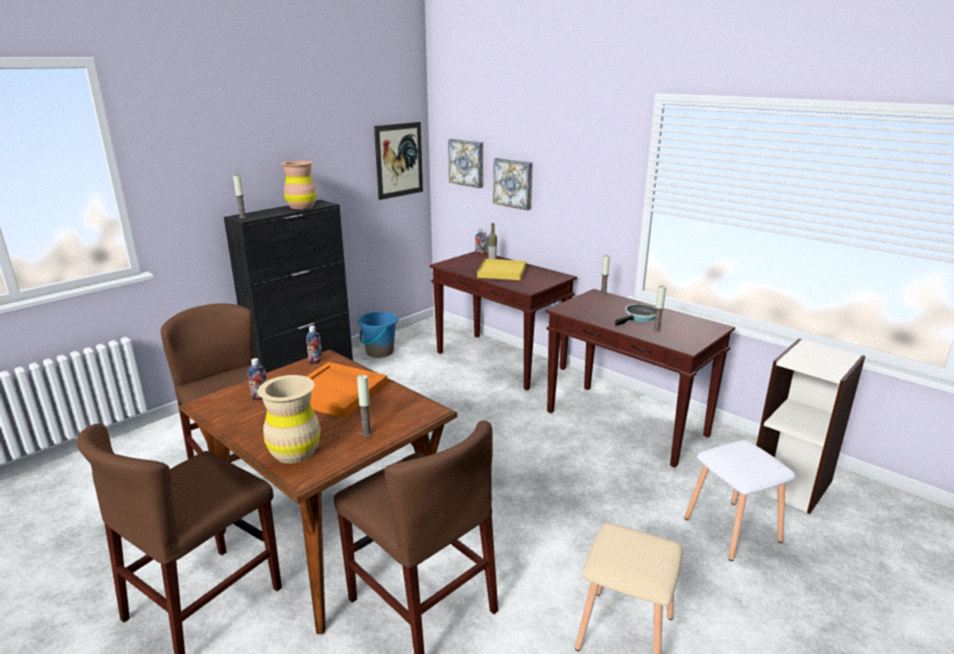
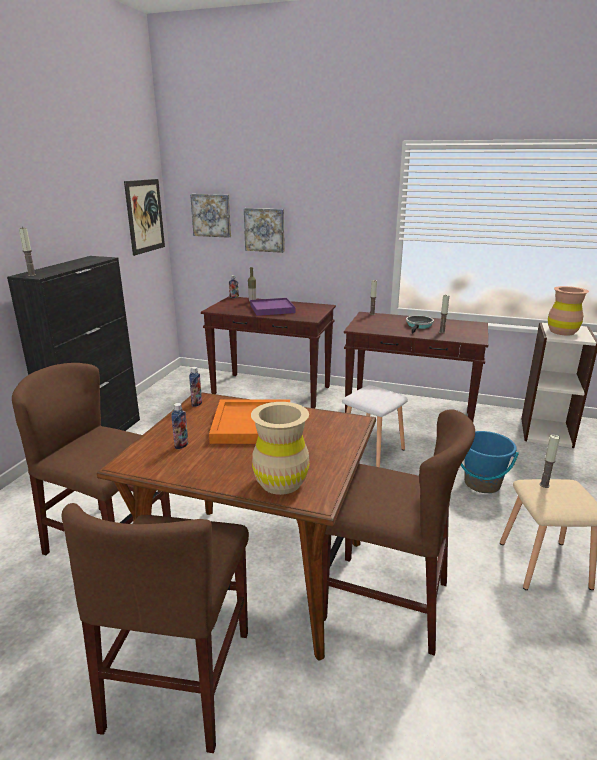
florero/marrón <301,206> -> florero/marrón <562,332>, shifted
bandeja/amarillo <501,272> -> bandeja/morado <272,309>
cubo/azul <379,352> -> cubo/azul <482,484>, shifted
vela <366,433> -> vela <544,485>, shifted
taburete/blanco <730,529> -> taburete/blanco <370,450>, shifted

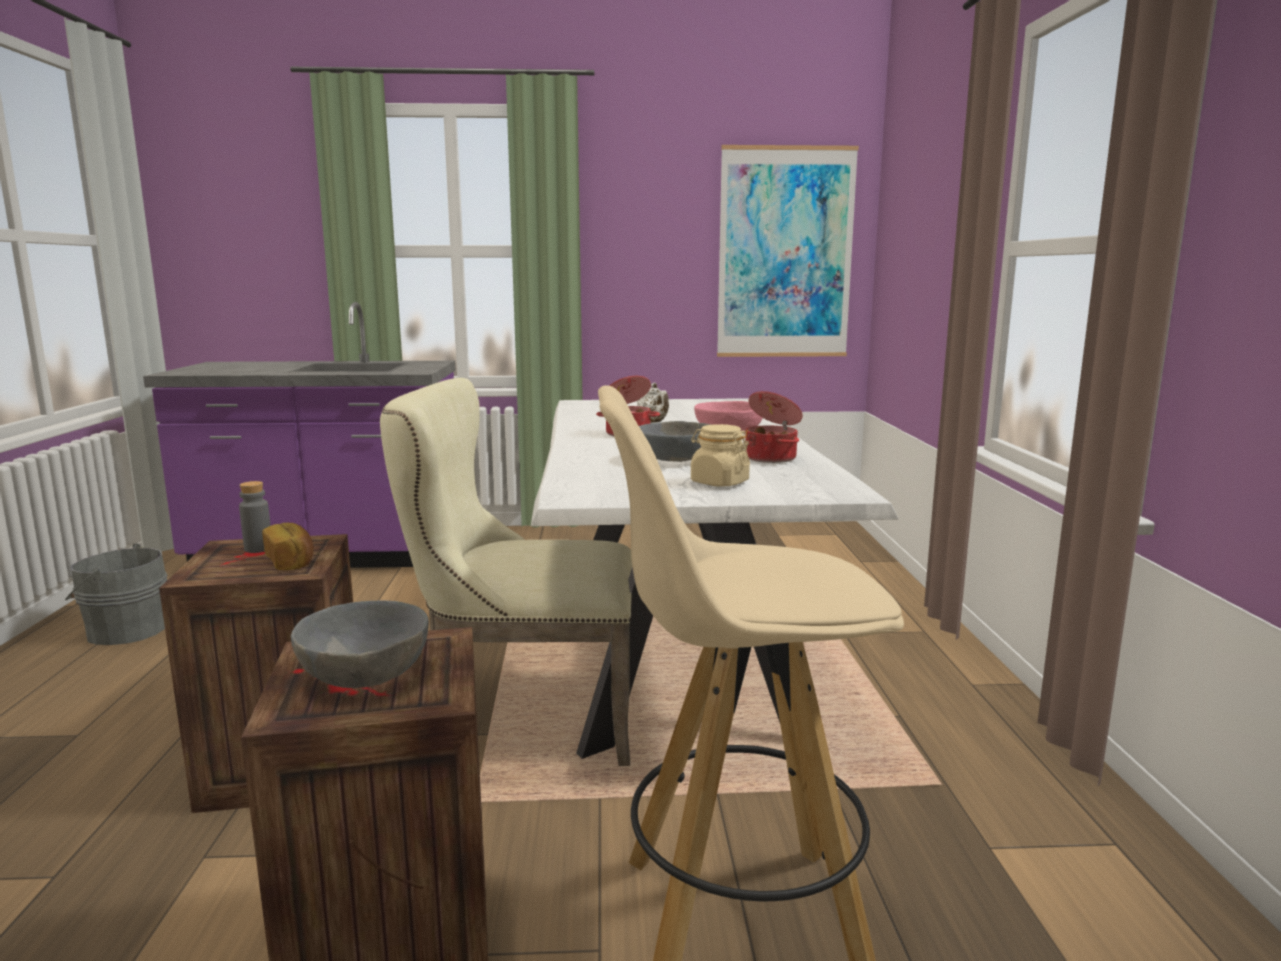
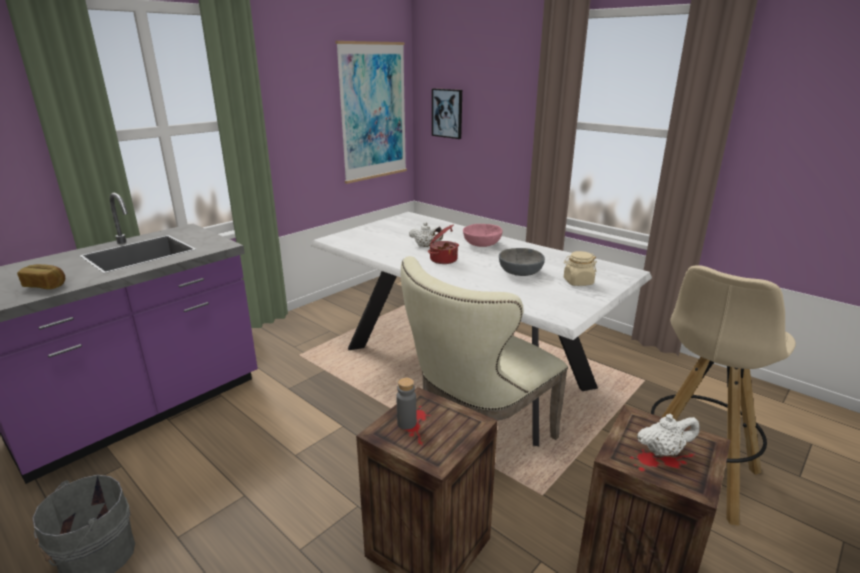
olla <771,458> -> none
pan <291,562> -> pan <46,285>, shifted
cuenco/gris <366,674> -> tetera/blanco <663,451>
none -> cuadro <447,113>

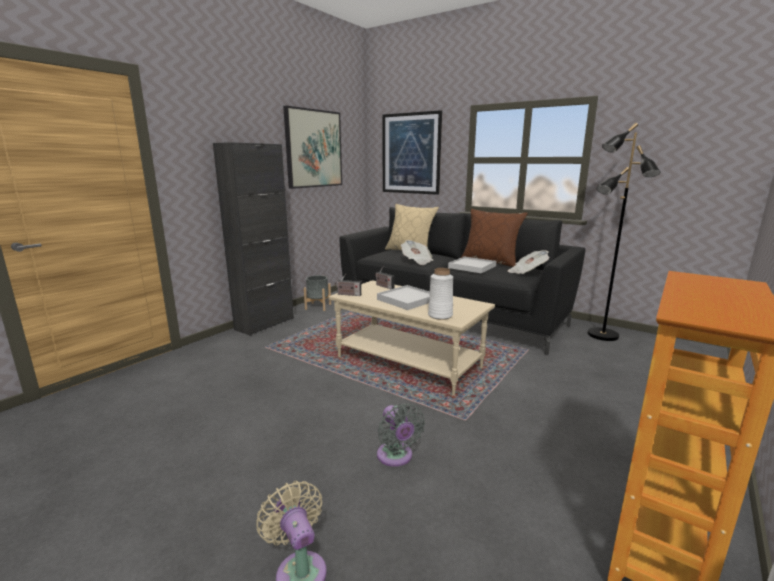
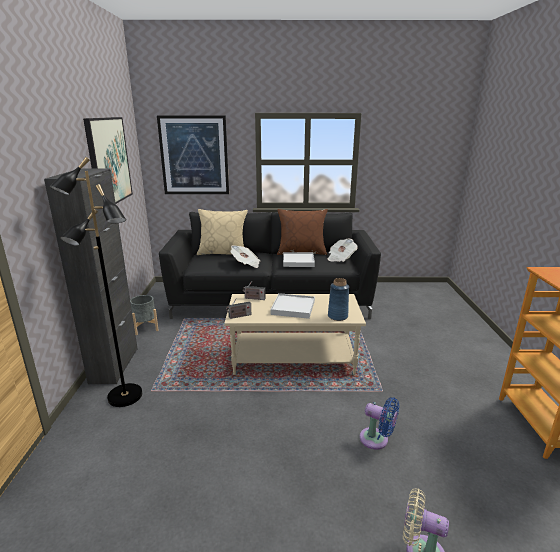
lámpara de pie/negro <602,335> -> lámpara de pie/negro <124,397>, shifted
florero/blanco <440,315> -> florero/azul <337,316>
ventilador/gris <396,457> -> ventilador/azul <377,440>

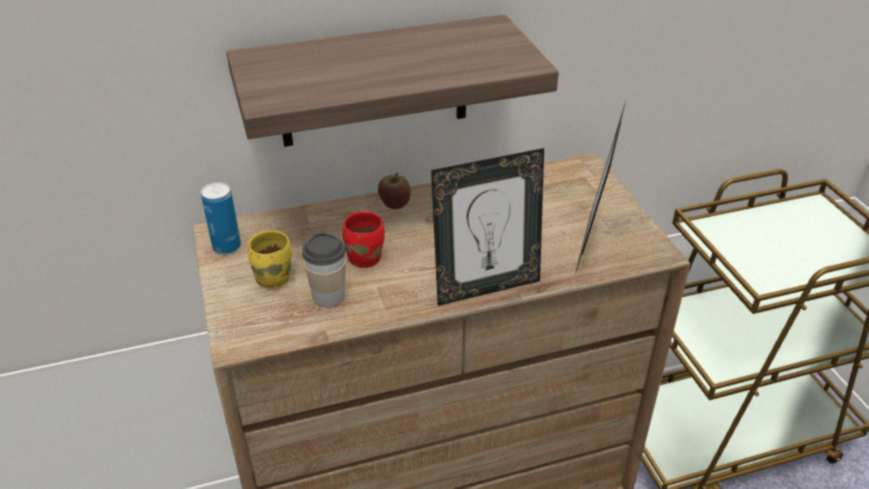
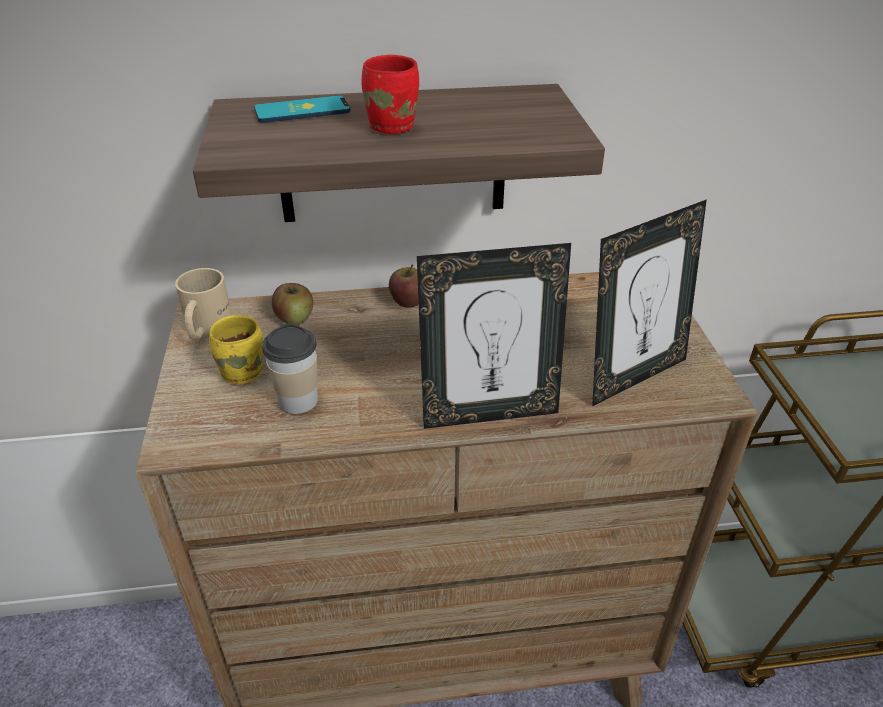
portarretratos <591,245> -> portarretratos <633,376>, 150 degrees counterclockwise
lata <226,246> -> taza grande/beis <205,330>
taza grande/rojo <366,257> -> taza grande/rojo <394,125>, shifted
none -> móvil <302,111>
none -> manzana <295,318>

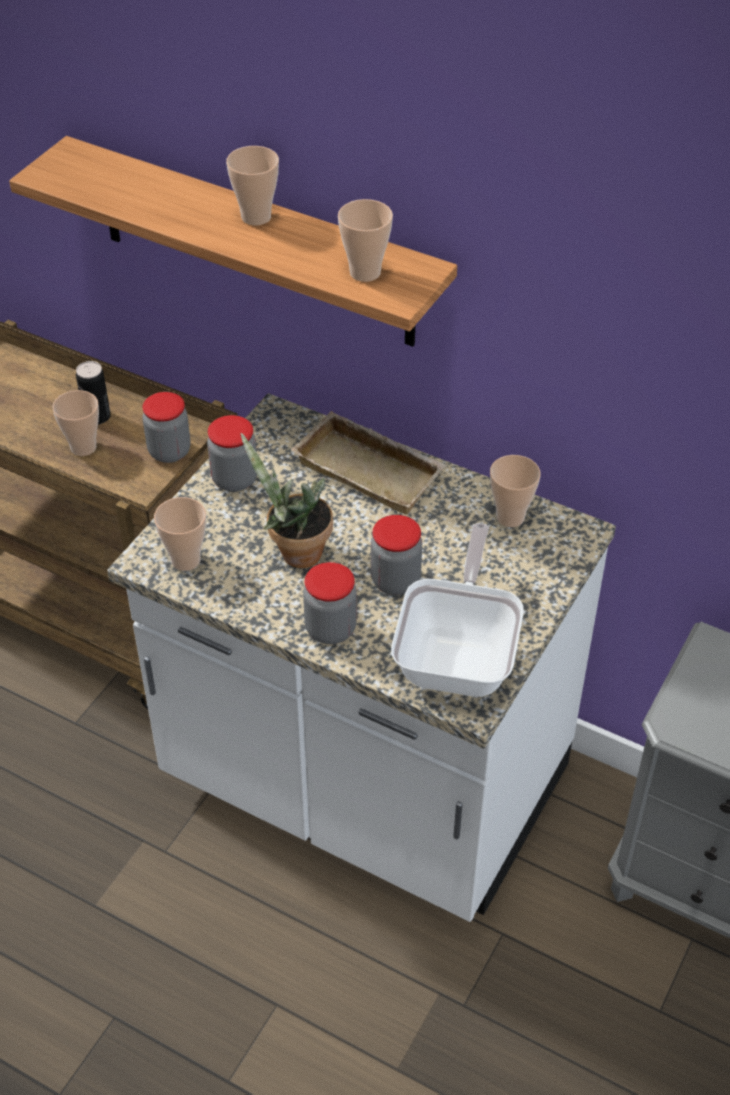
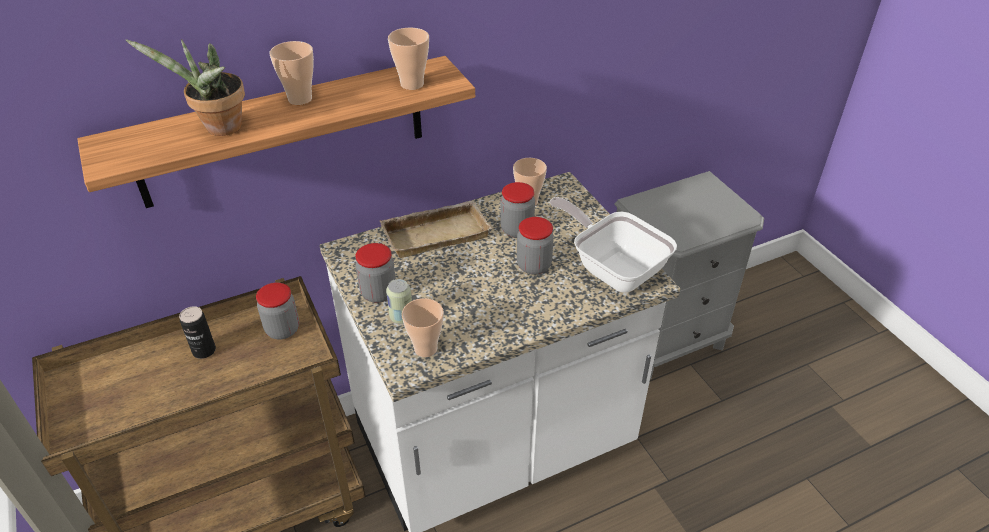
taza <83,447> -> none
planta en maceta <295,553> -> planta en maceta <219,129>, shifted
tarro <330,629> -> tarro <517,229>, shifted
none -> lata <401,317>

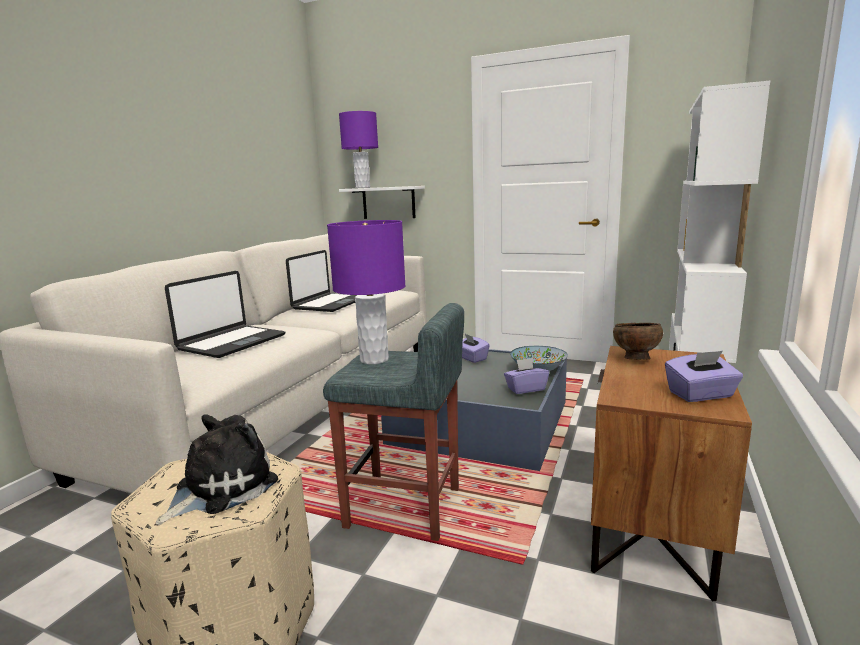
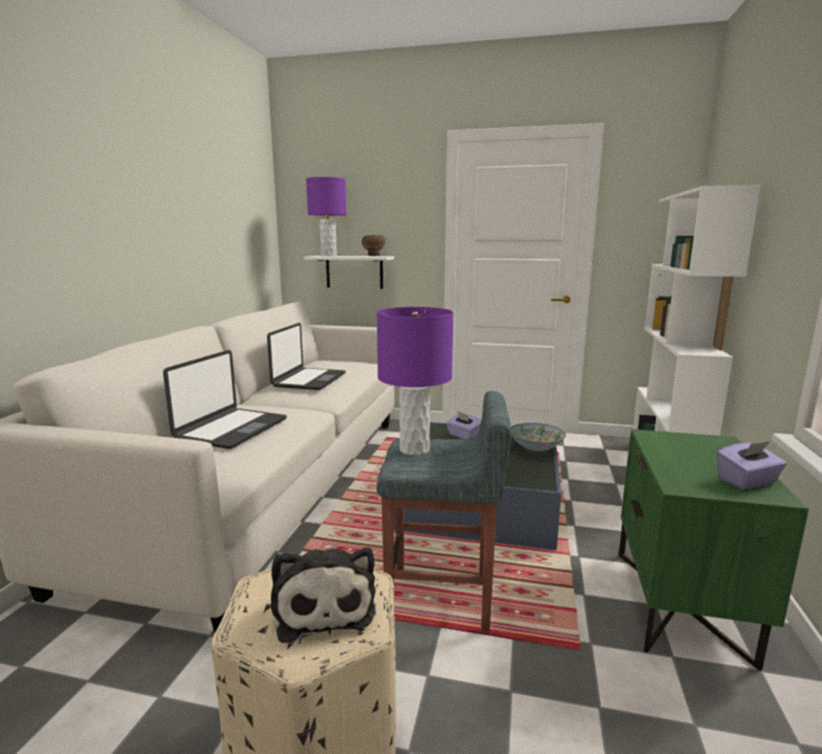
cuenco/marrón <635,359> -> cuenco/marrón <373,256>, shifted
mesita de noche/marrón <653,531> -> mesita de noche/verde <682,605>
caja de pañuelos/morado <525,389> -> none
peluche <220,487> -> peluche <323,606>, 135 degrees clockwise

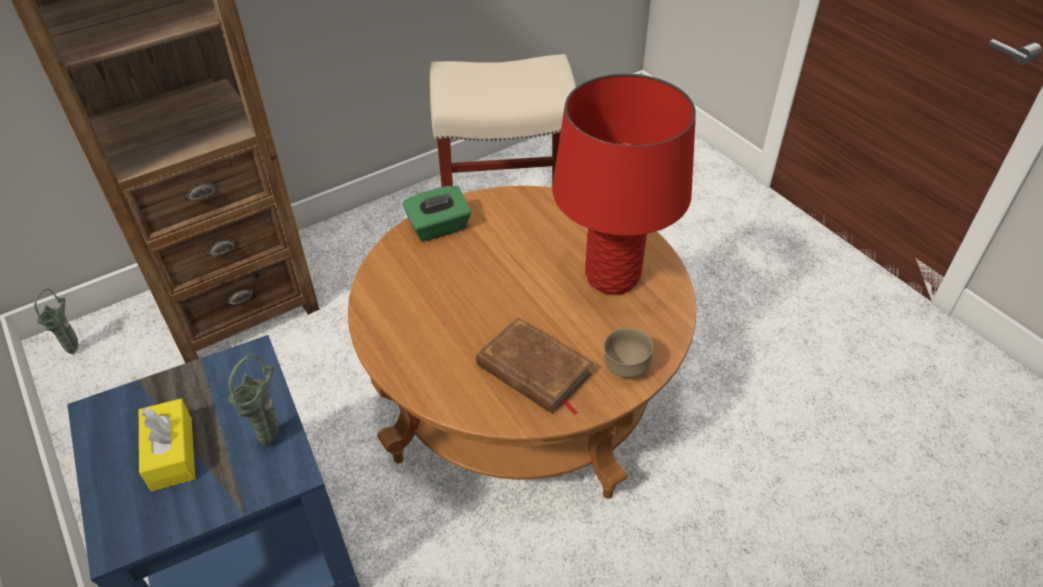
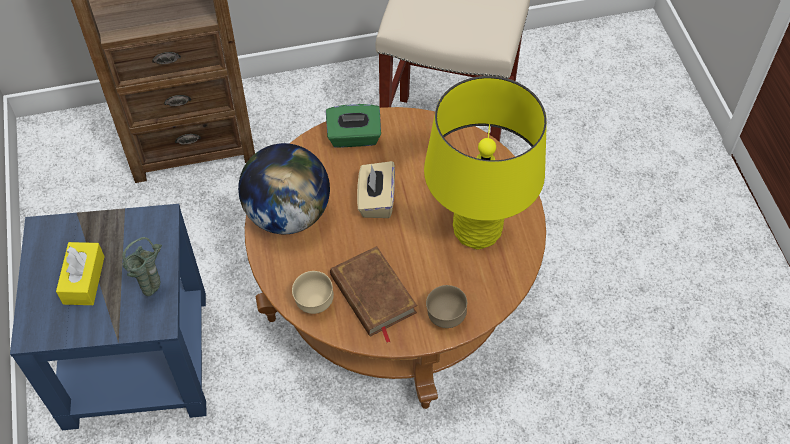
lámpara de mesa/rojo <612,277> -> lámpara de mesa/amarillo <477,230>
florero/verde <75,348> -> none
none -> globo terráqueo <288,214>
none -> caja de pañuelos/beis <376,200>
none -> cuenco/beis <314,303>

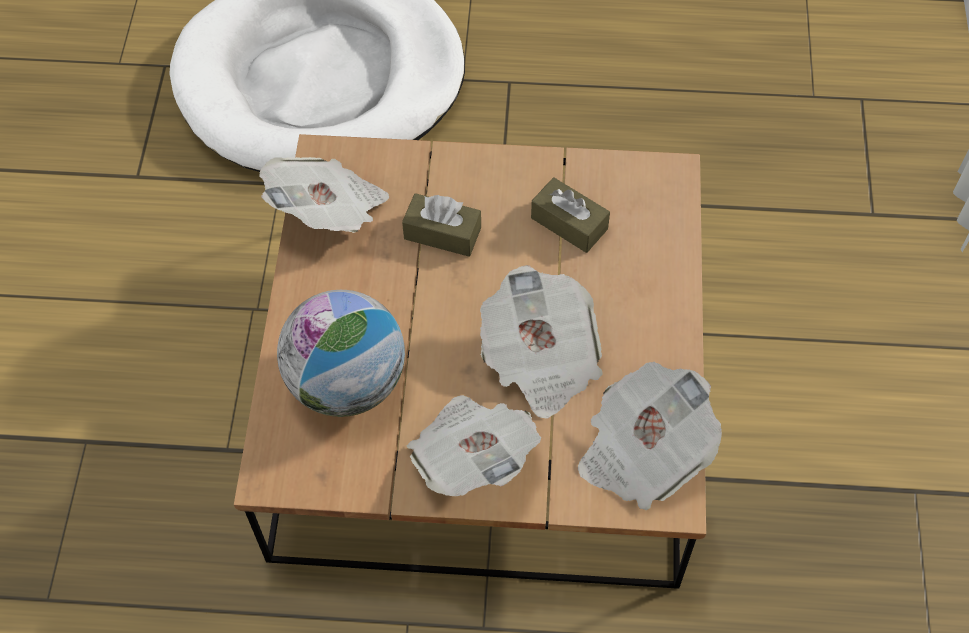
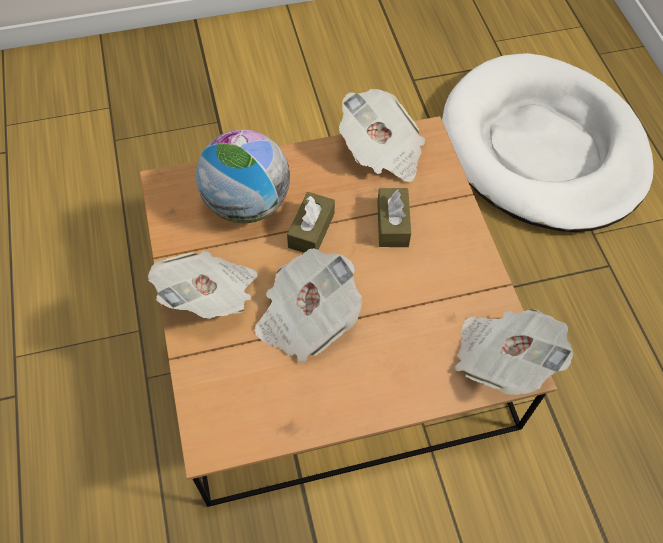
caja de pañuelos/marrón <569,223> -> caja de pañuelos/marrón <311,230>, shifted
periódico <642,451> -> periódico <503,358>, shifted

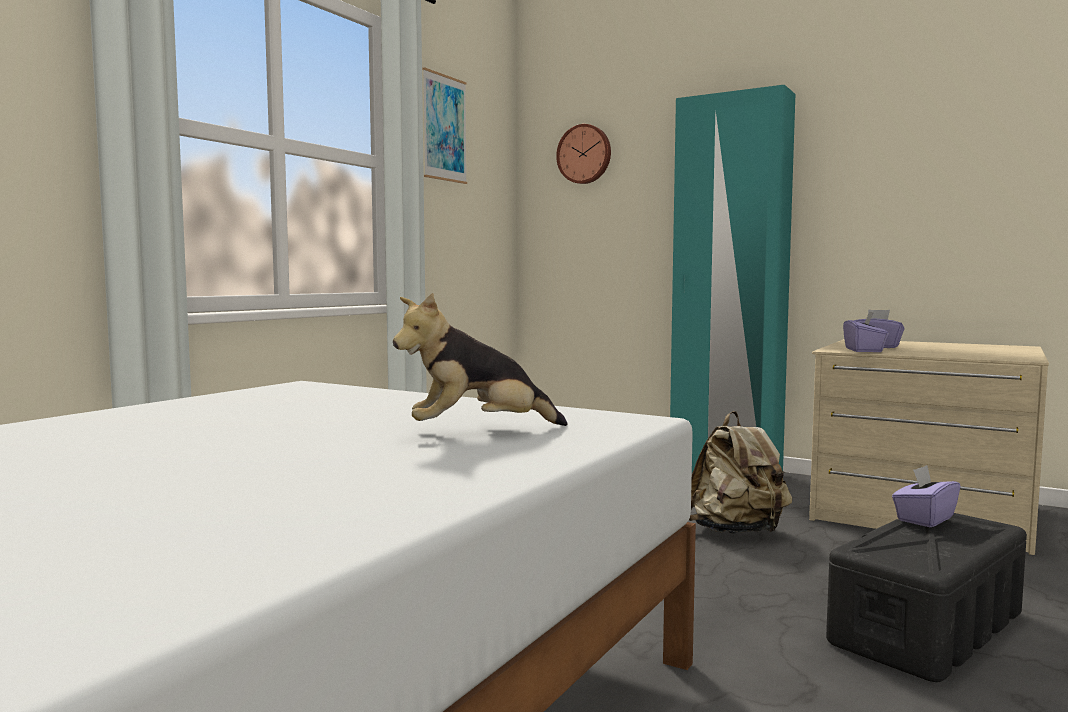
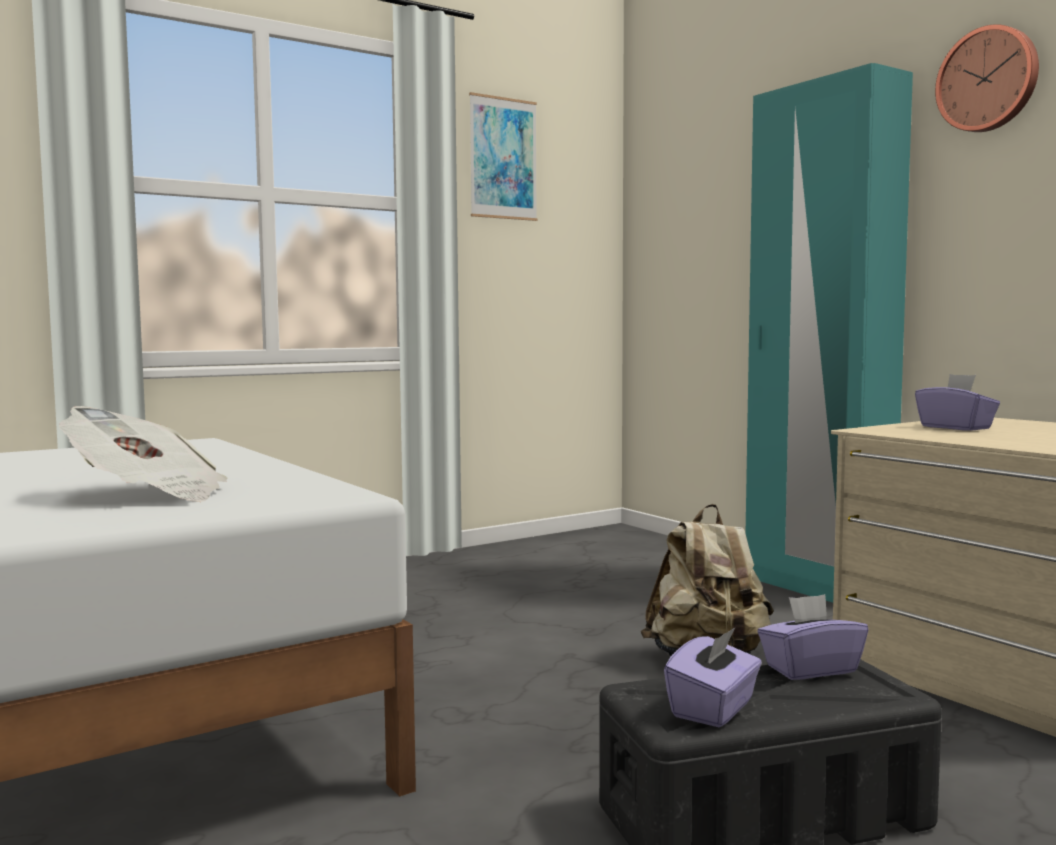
reloj de pared <584,154> -> reloj de pared <988,80>, shifted
peluche <478,432> -> periódico <149,495>
caja de pañuelos/morado <864,350> -> caja de pañuelos/morado <714,709>, shifted

